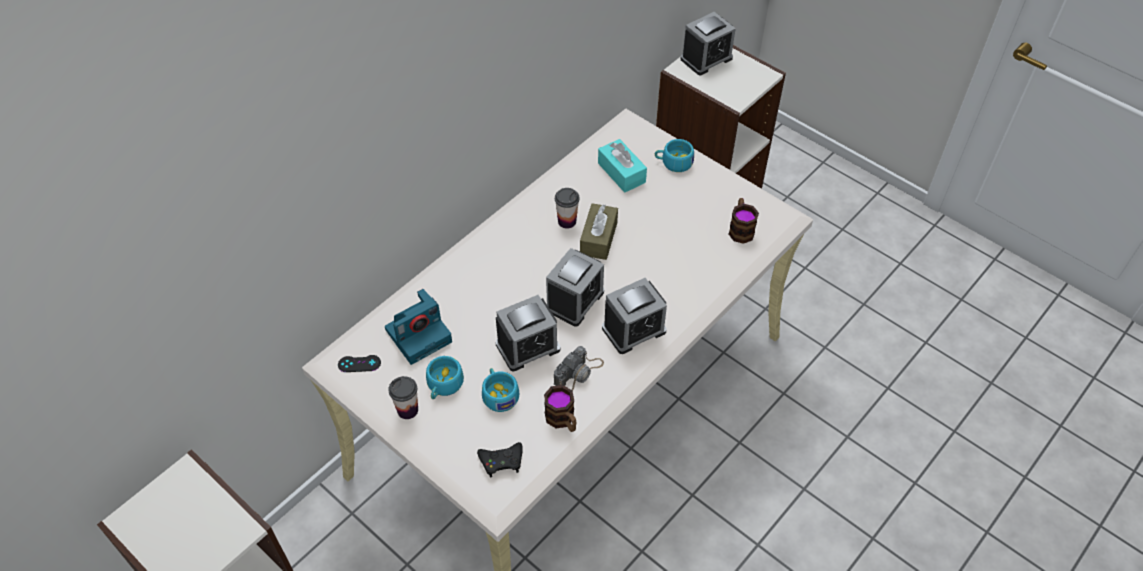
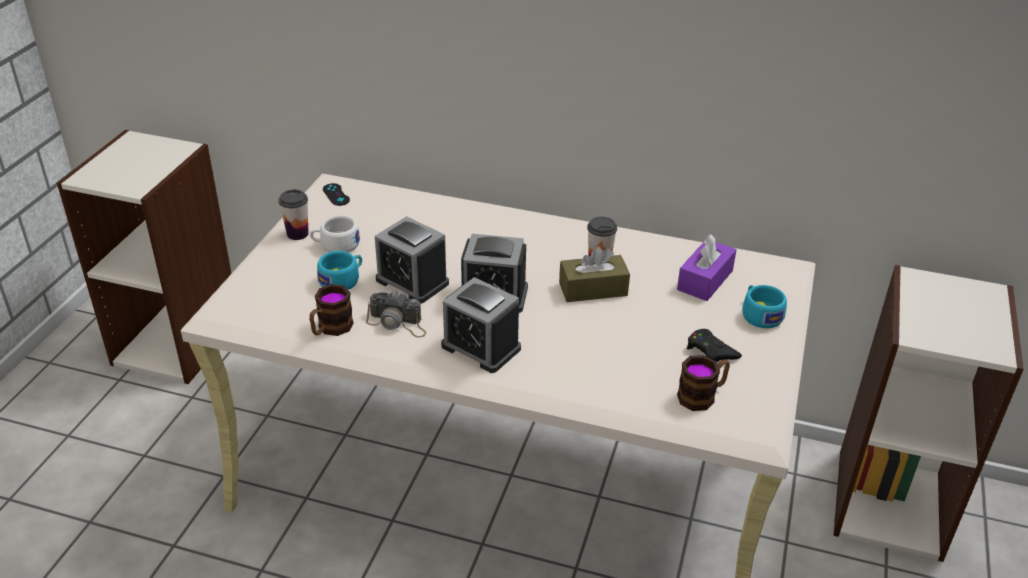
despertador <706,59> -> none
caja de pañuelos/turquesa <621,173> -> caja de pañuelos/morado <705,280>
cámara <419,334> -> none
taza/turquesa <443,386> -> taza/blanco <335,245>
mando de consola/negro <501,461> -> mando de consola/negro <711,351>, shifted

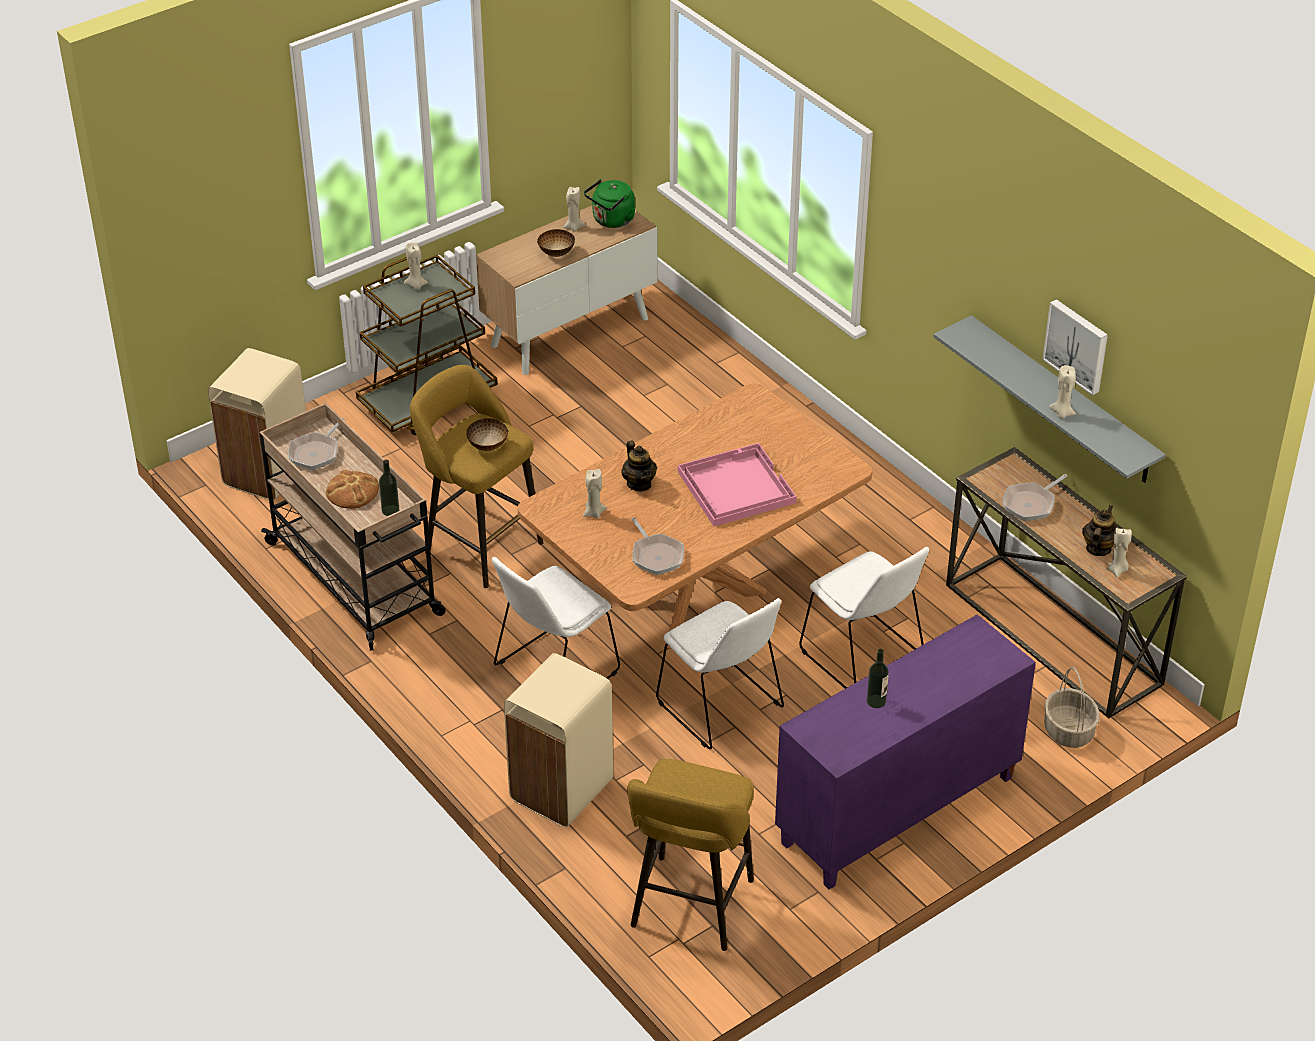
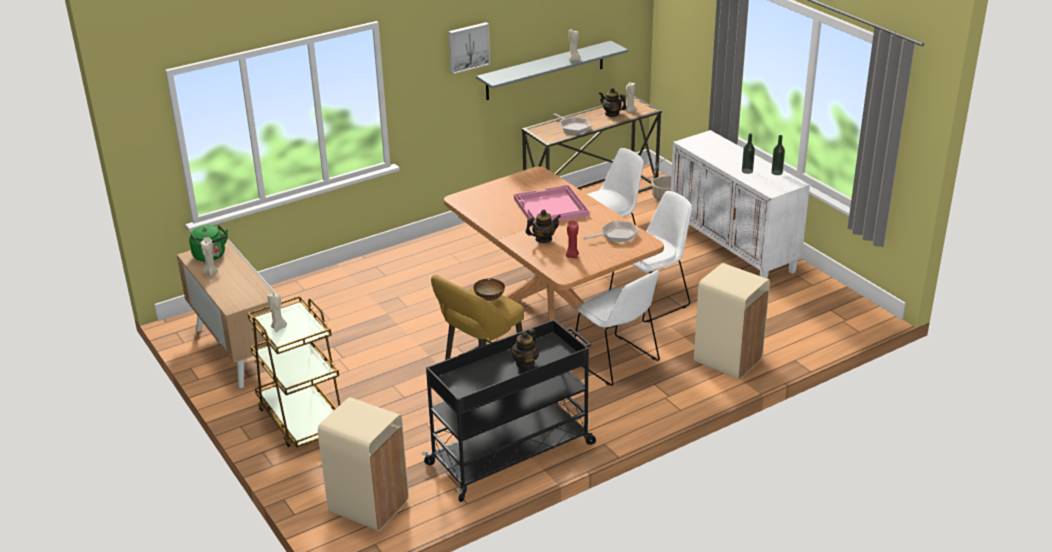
cuenco <557,253> -> none
cuadro <1077,345> -> cuadro <468,47>, shifted
carrito/beis <355,580> -> carrito/negro <512,453>
sartén <316,452> -> none
botella <390,510> -> botella <777,172>, shifted
pan <352,492> -> tetera <525,363>
vela/beis <593,513> -> vela/rojo <572,256>
armario/morado <897,812> -> armario/blanco <733,248>
taburete/amarillo <689,909> -> none

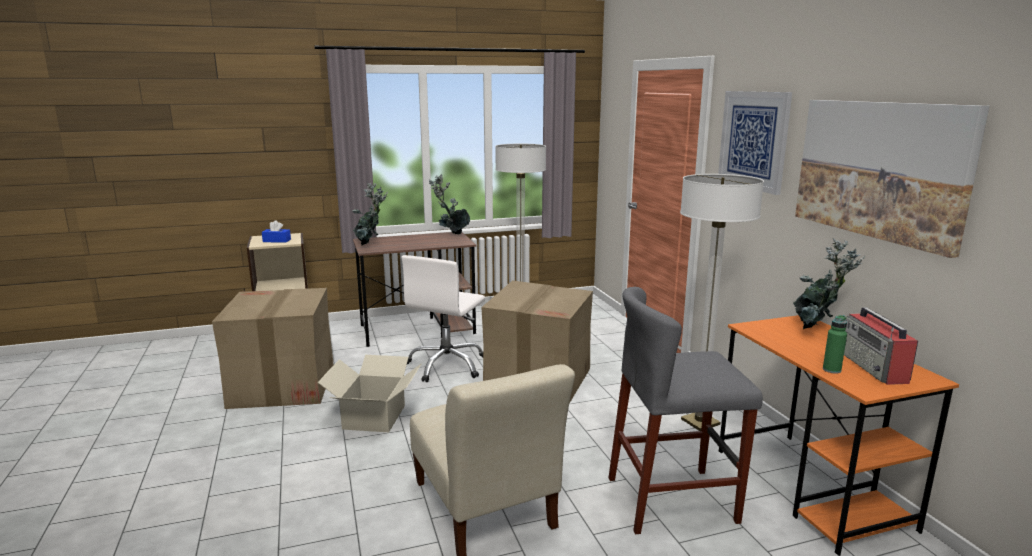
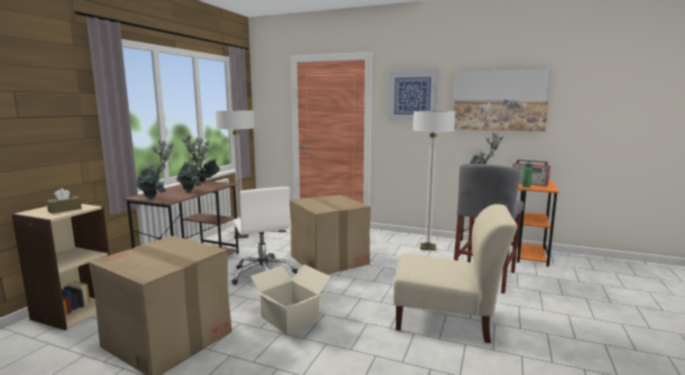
caja de pañuelos/azul <277,240> -> caja de pañuelos/marrón <65,210>
none -> planta en maceta <194,191>

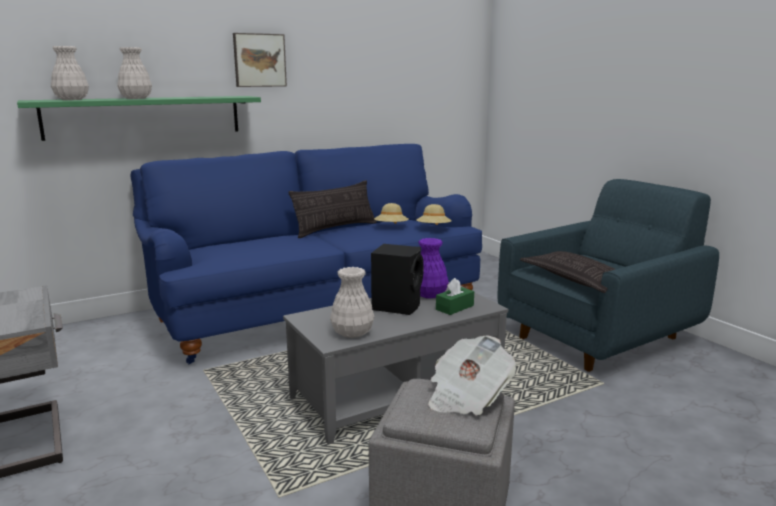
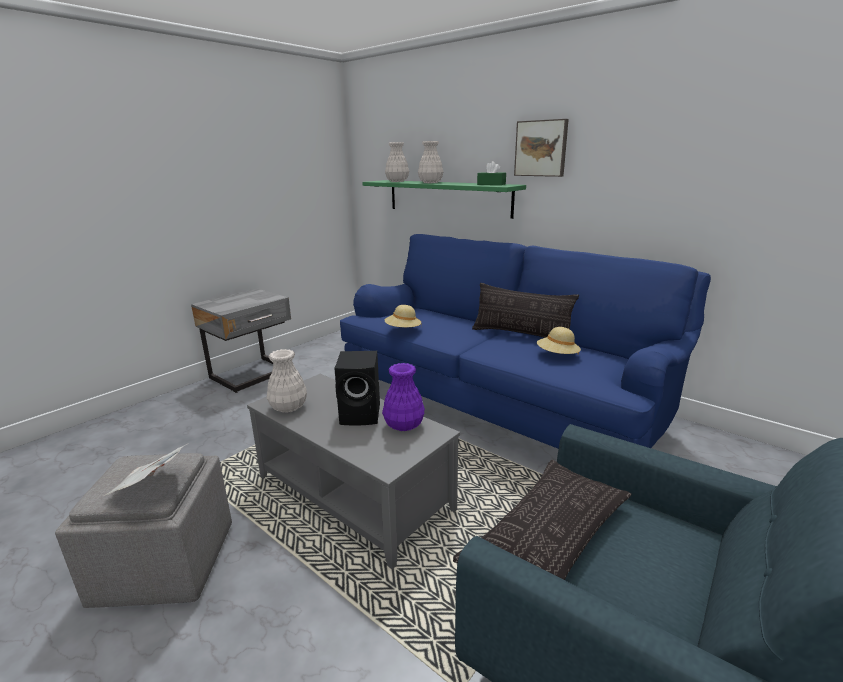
sombrero/beis <433,229> -> sombrero/beis <403,330>, shifted
caja de pañuelos/verde <454,307> -> caja de pañuelos/verde <491,184>, shifted

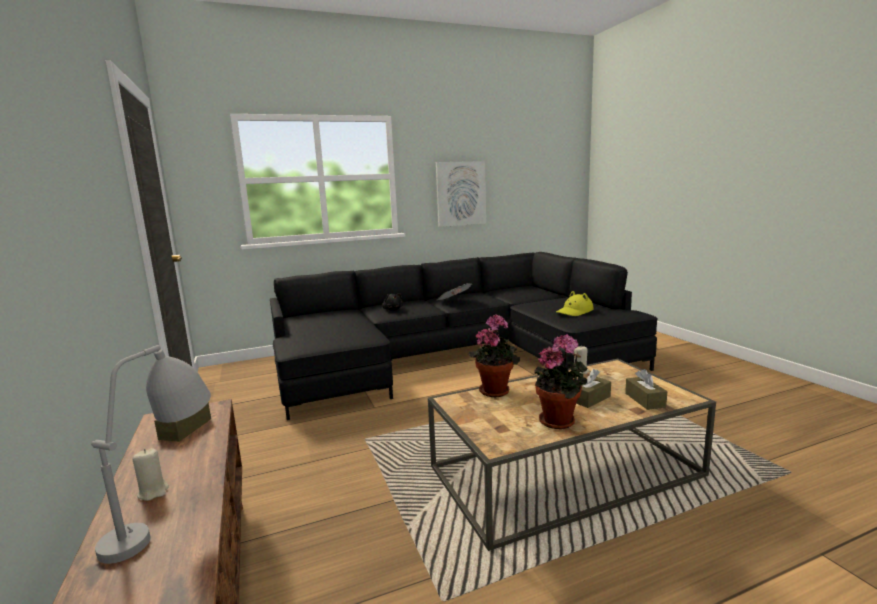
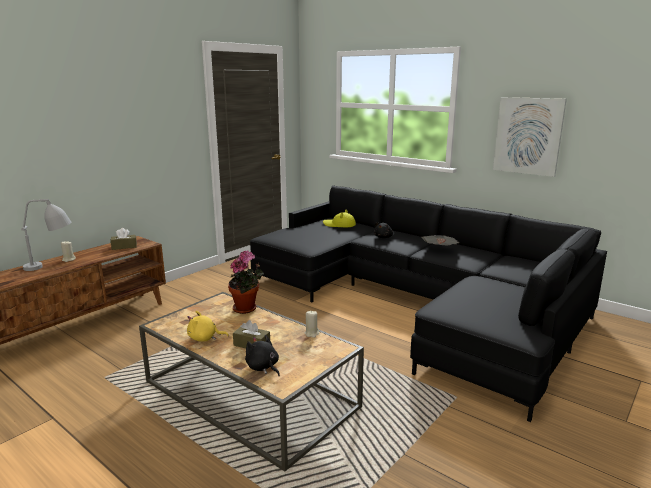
sombrero/amarillo <574,312> -> sombrero/amarillo <339,225>, shifted
planta en maceta <560,421> -> peluche/amarillo <204,338>
caja de pañuelos/marrón <645,400> -> peluche/negro <263,367>

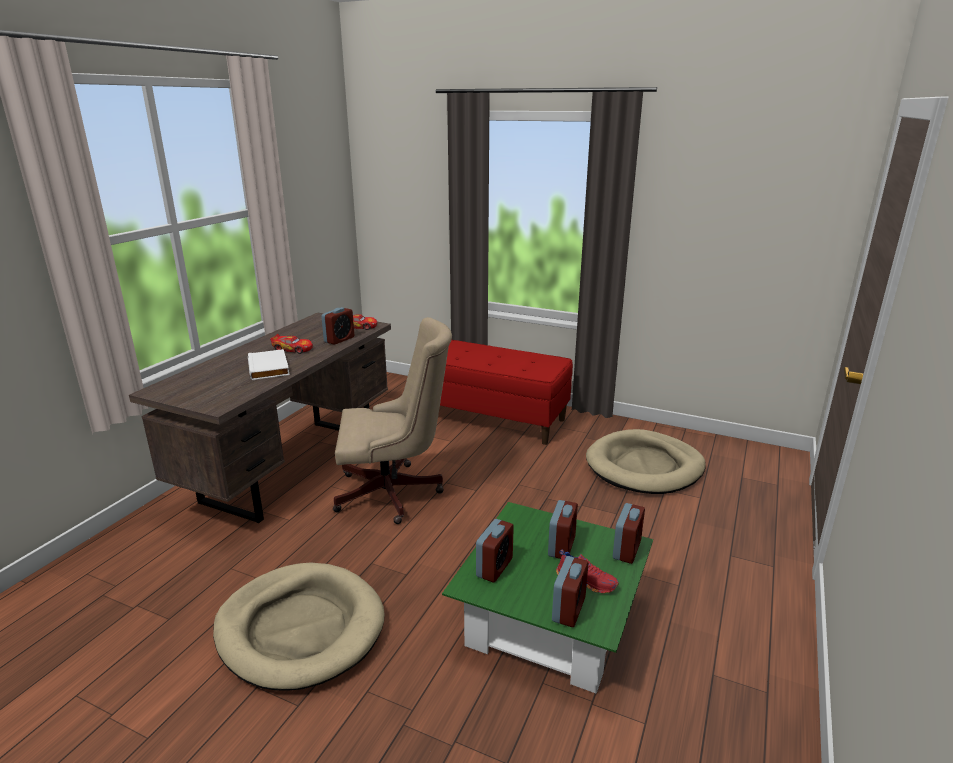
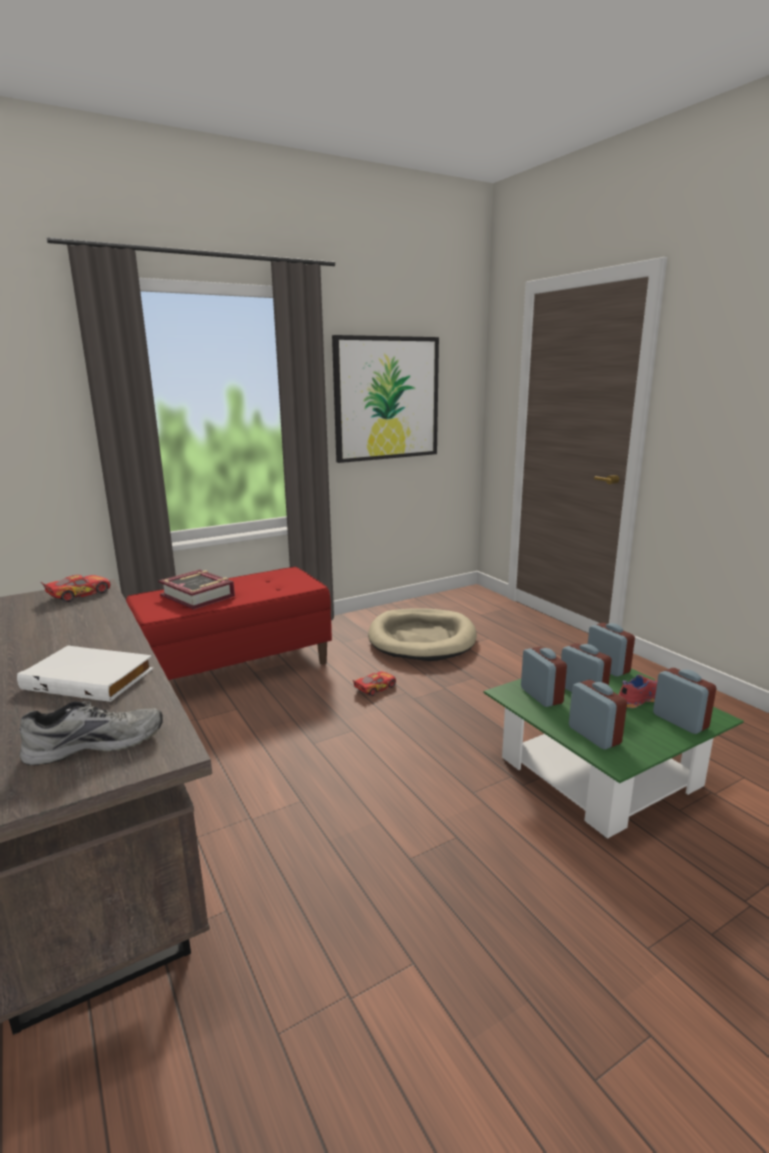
despertador <339,339> -> despertador <541,696>, shifted
silla de oficina/beis <395,493> -> none
coche de juguete <293,349> -> coche de juguete <375,688>, shifted
cama para perro/beis <300,628> -> none
none -> cuadro <386,398>
none -> libro <198,596>
none -> zapato/gris <96,742>

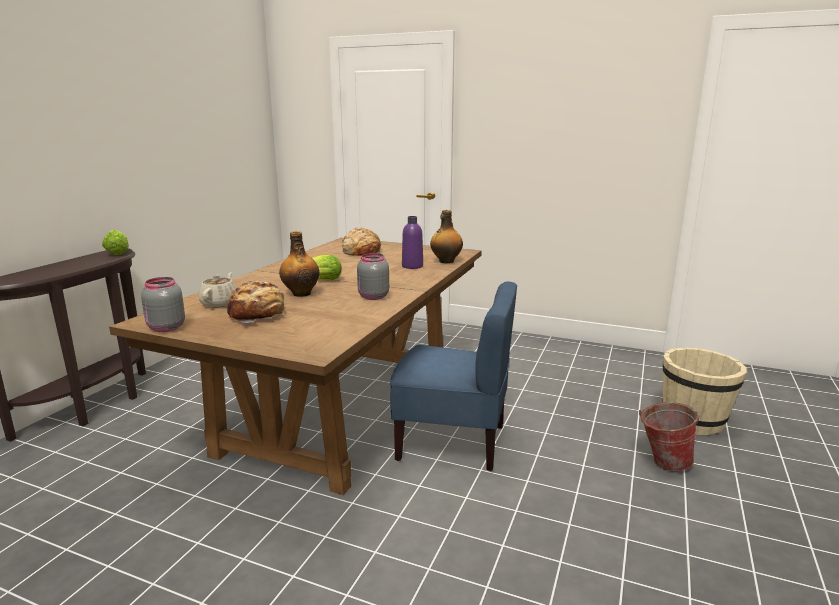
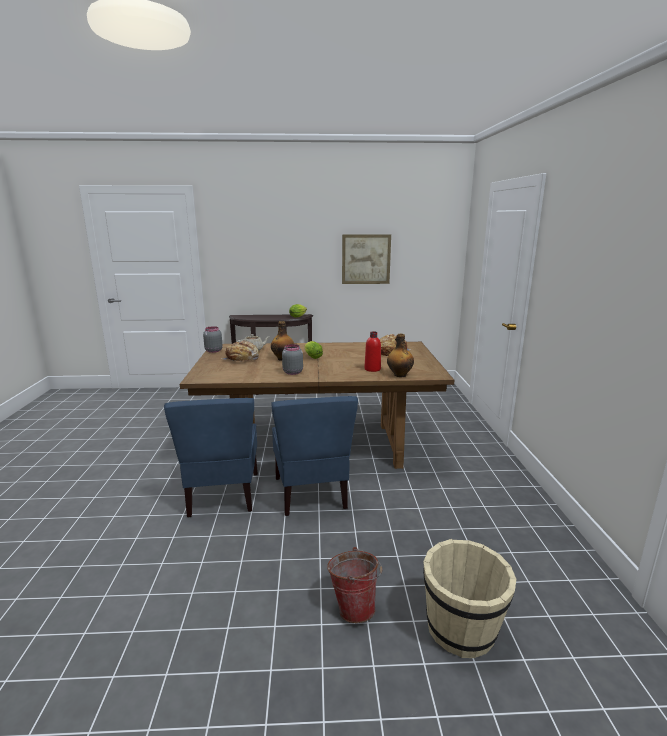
botella/morado <412,266> -> botella/rojo <372,369>
none -> cuadro <366,259>
none -> silla/azul <222,494>

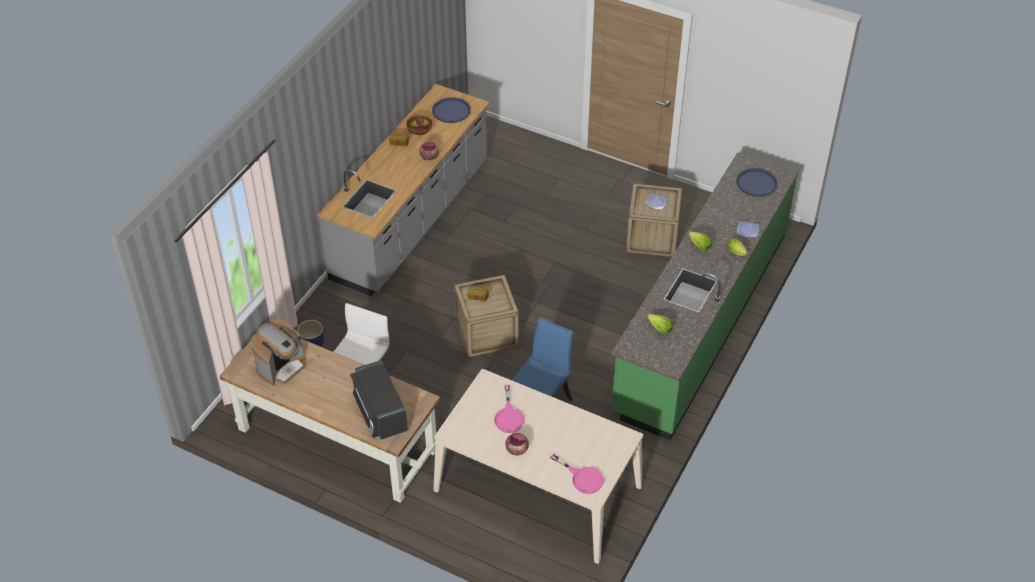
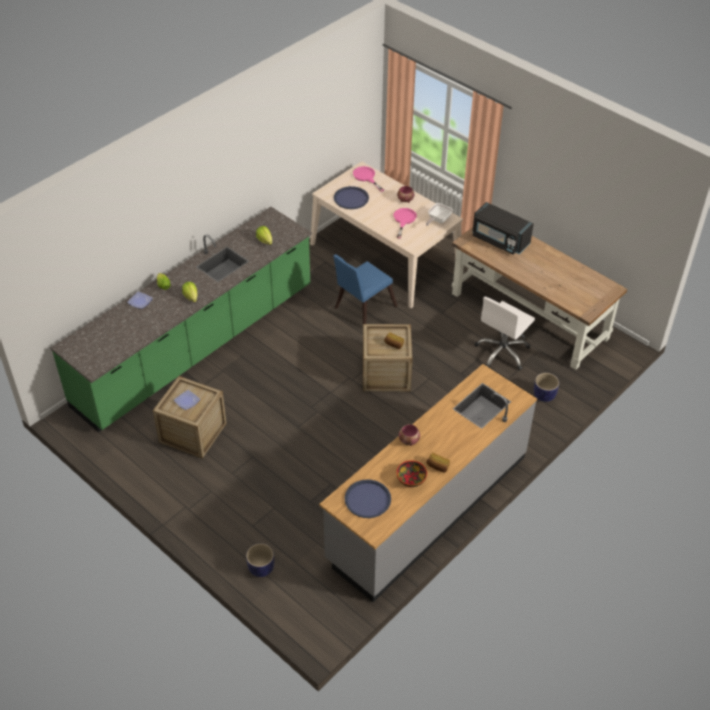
bandeja/azul <756,183> -> bandeja/azul <351,198>, shifted
cafetera <281,367> -> none
microondas/negro <380,412> -> microondas/negro <500,240>, 135 degrees clockwise
none -> sartén <438,220>
none -> maceta <261,568>

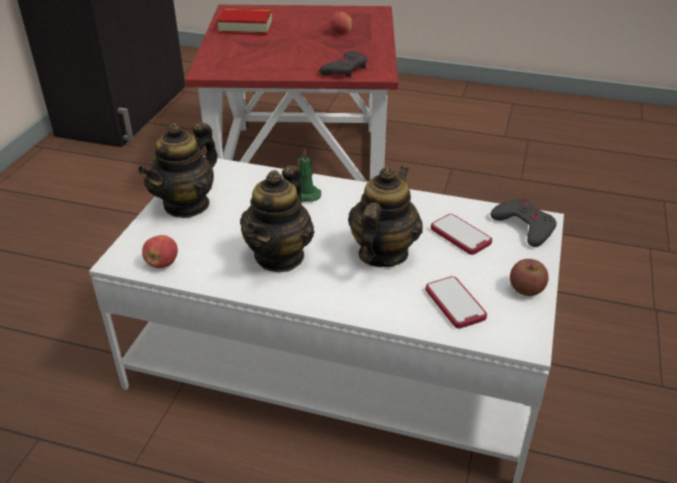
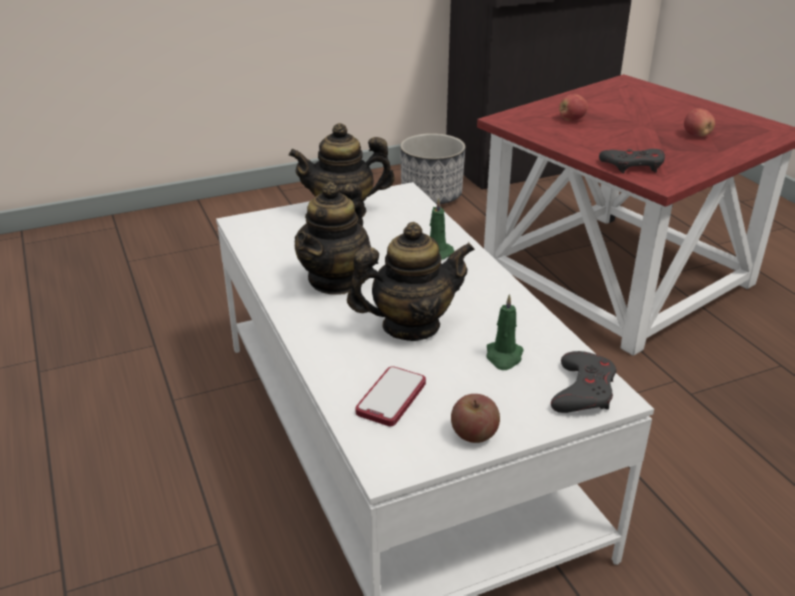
libro <245,27> -> none
tetera <280,256> -> tetera <335,280>, 45 degrees counterclockwise
móvil <460,235> -> vela/verde <504,357>
manzana <162,263> -> manzana <571,119>, shifted
none -> maceta <431,195>

